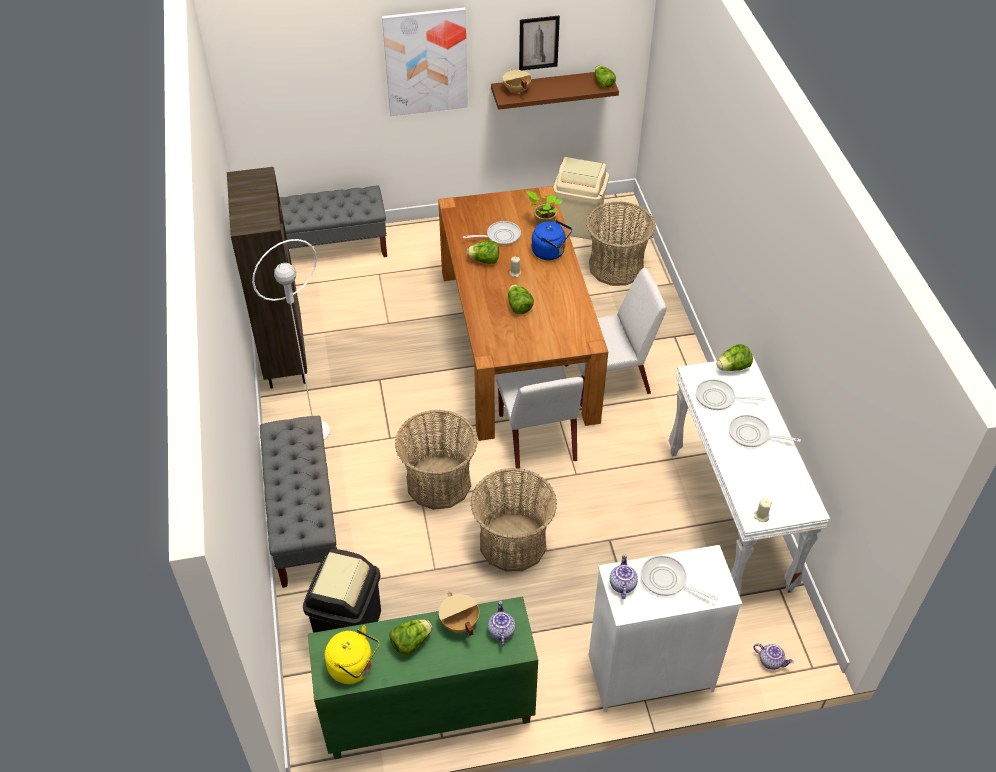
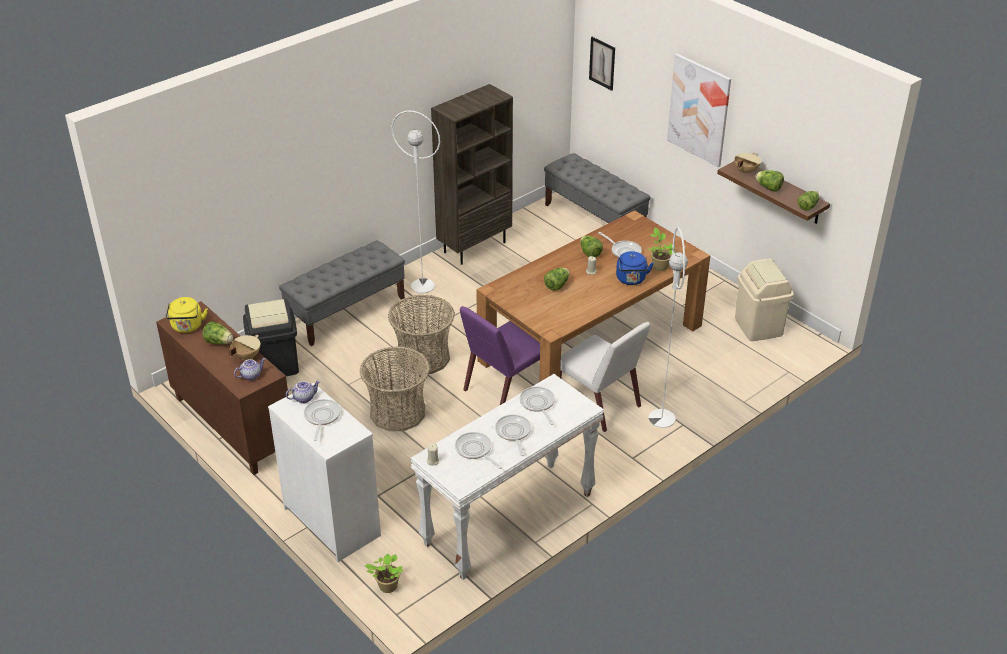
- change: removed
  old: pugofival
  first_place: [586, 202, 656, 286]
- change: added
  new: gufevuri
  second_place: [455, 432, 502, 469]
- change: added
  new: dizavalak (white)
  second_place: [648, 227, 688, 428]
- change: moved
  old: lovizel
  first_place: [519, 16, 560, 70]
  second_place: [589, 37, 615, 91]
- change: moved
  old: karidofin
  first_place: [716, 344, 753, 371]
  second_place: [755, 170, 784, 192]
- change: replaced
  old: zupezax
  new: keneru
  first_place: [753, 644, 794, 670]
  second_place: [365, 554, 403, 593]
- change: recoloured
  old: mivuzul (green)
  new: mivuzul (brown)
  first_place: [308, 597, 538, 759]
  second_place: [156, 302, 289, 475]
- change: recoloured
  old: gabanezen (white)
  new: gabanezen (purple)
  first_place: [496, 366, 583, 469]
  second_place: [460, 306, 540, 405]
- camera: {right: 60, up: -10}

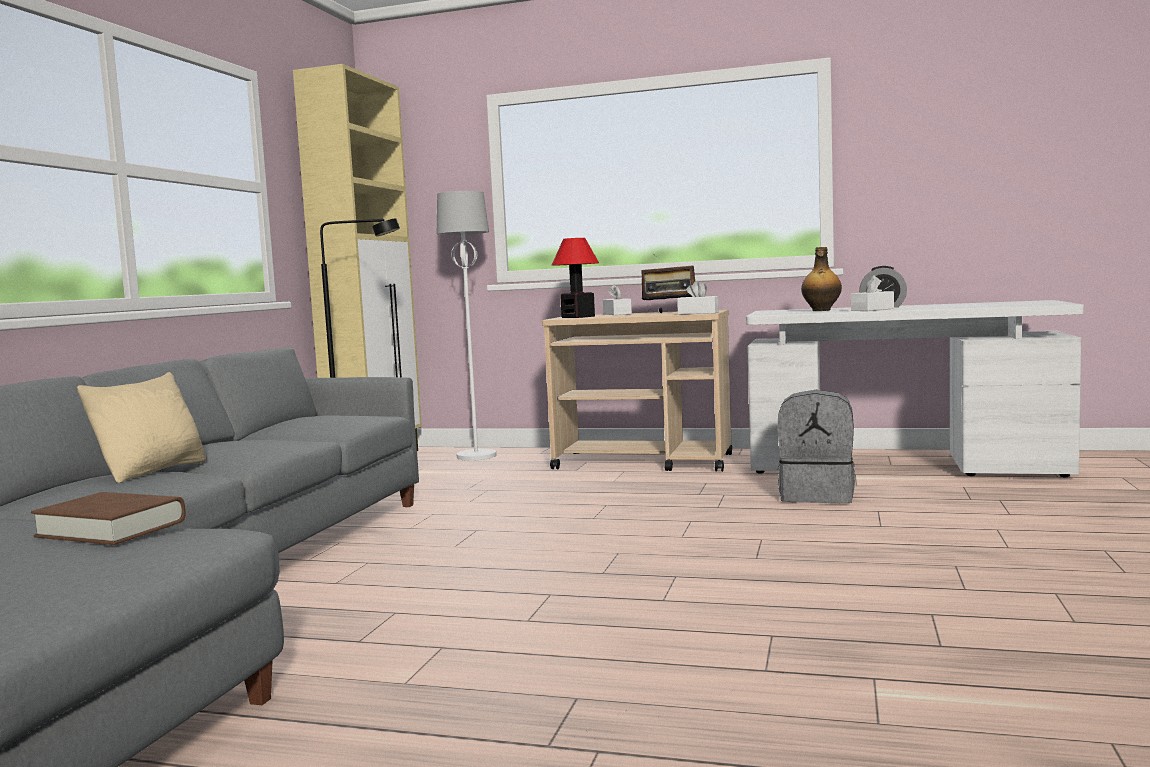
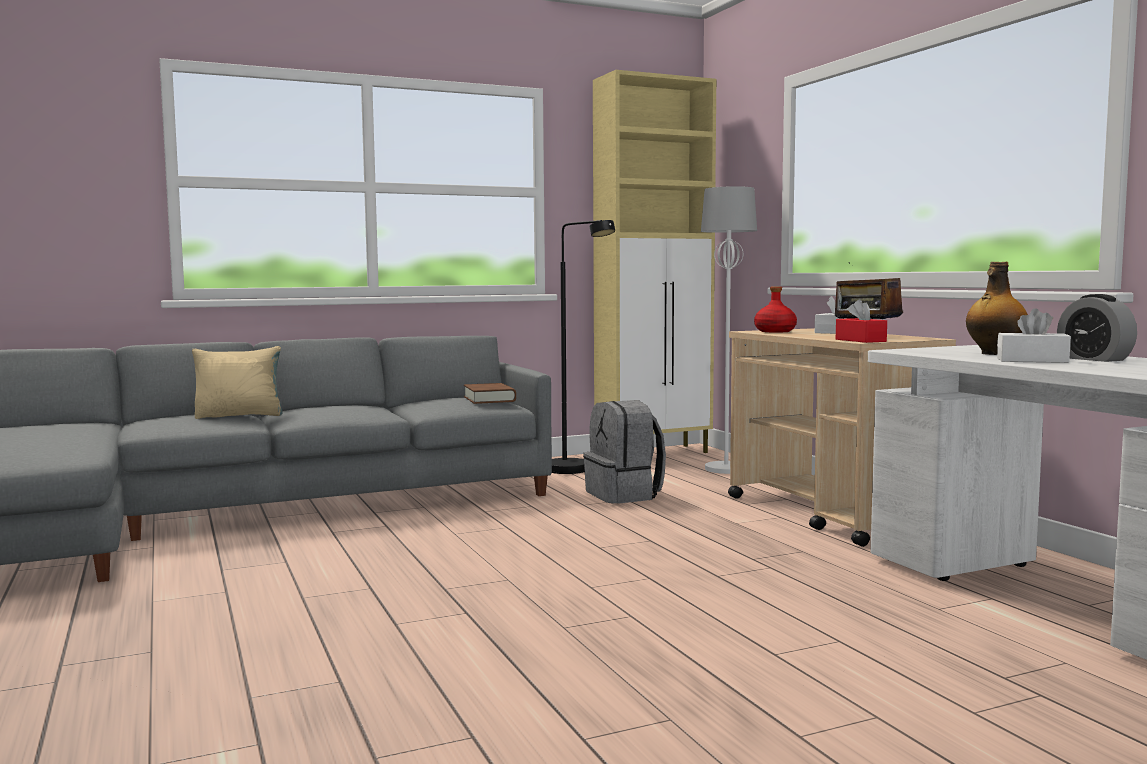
- change: moved
  old: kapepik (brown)
  first_place: [31, 492, 186, 545]
  second_place: [464, 383, 516, 404]
- change: moved
  old: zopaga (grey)
  first_place: [778, 390, 855, 503]
  second_place: [583, 400, 666, 504]
- change: replaced
  old: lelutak
  new: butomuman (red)
  first_place: [551, 238, 599, 318]
  second_place: [754, 286, 797, 333]
- change: recoloured
  old: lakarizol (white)
  new: lakarizol (red)
  first_place: [677, 281, 719, 315]
  second_place: [836, 299, 887, 343]
- camera: {right: 50, up: 0}

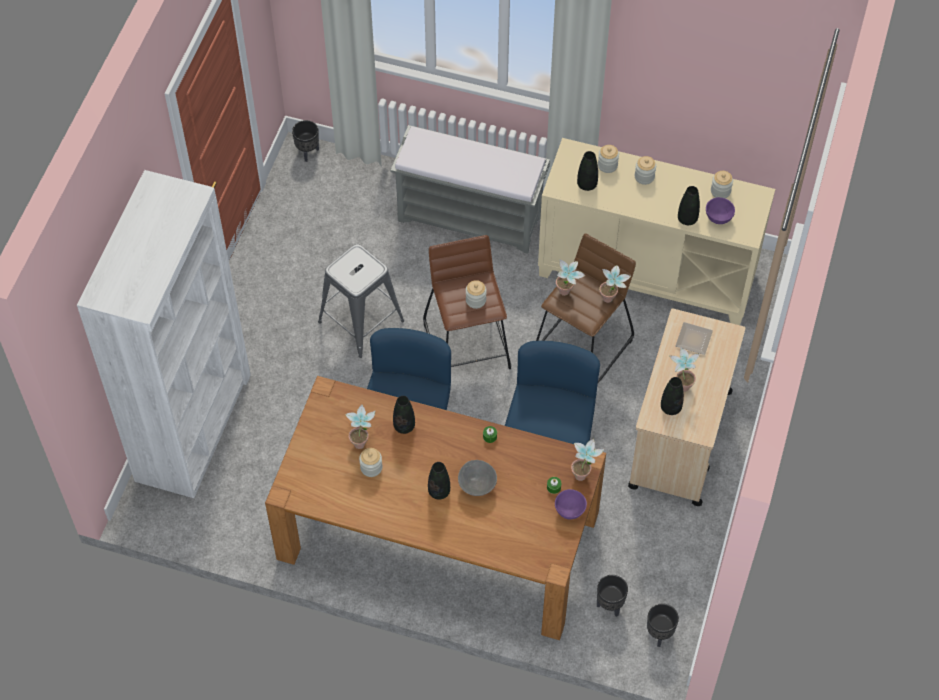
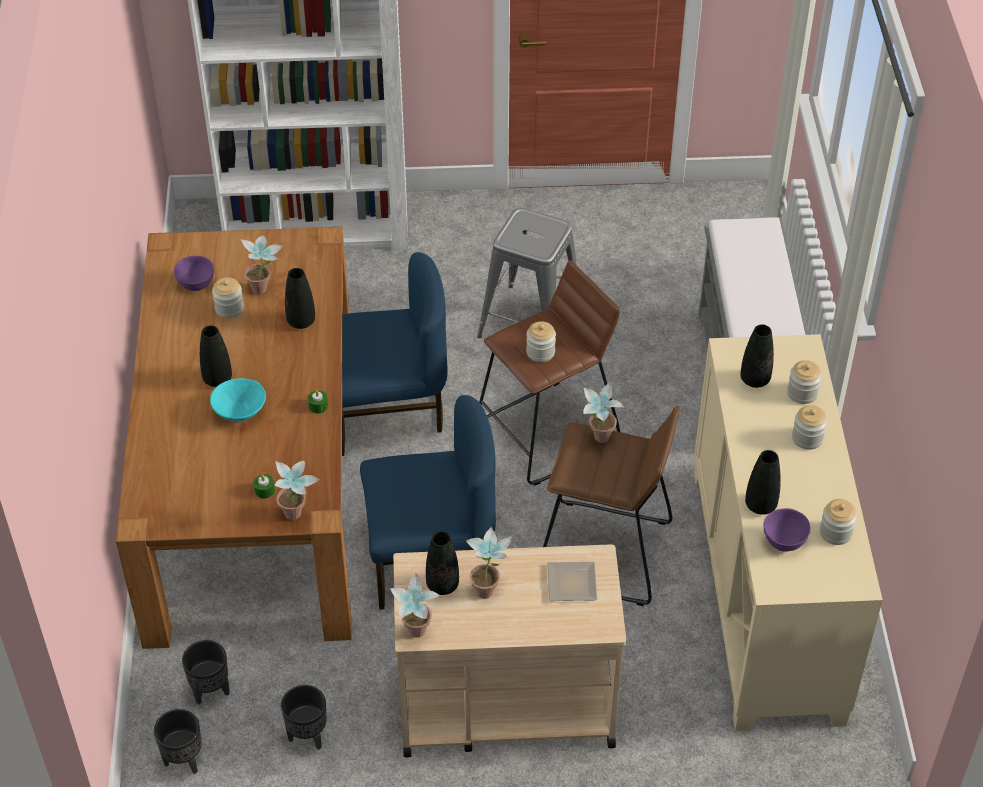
- change: moved
  old: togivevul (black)
  first_place: [292, 120, 319, 162]
  second_place: [281, 685, 326, 750]
- change: moved
  old: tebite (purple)
  first_place: [555, 489, 587, 519]
  second_place: [174, 256, 214, 291]
- change: moved
  old: keneru
  first_place: [599, 265, 631, 303]
  second_place: [390, 573, 440, 638]
- change: recoloured
  old: tebite (grey)
  new: tebite (turquoise)
  first_place: [458, 460, 497, 496]
  second_place: [210, 378, 266, 421]
- camera: {right: 70, up: -10}

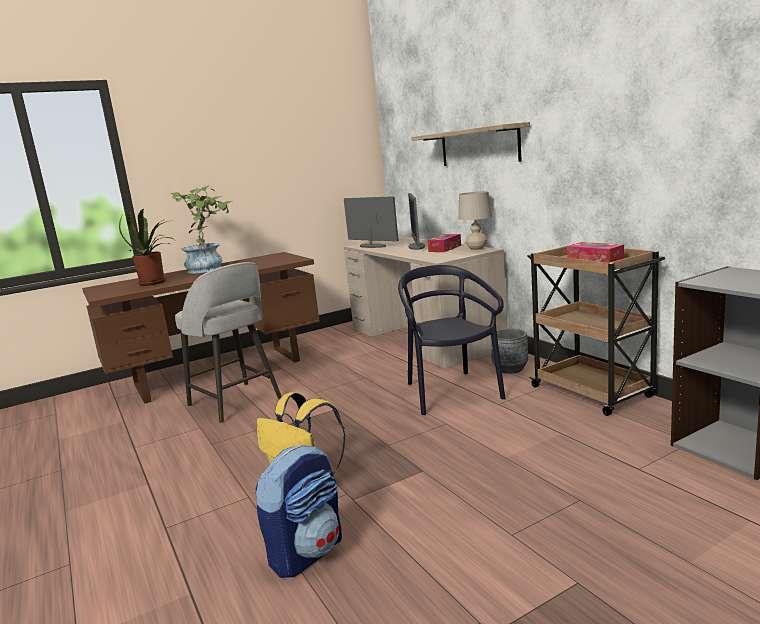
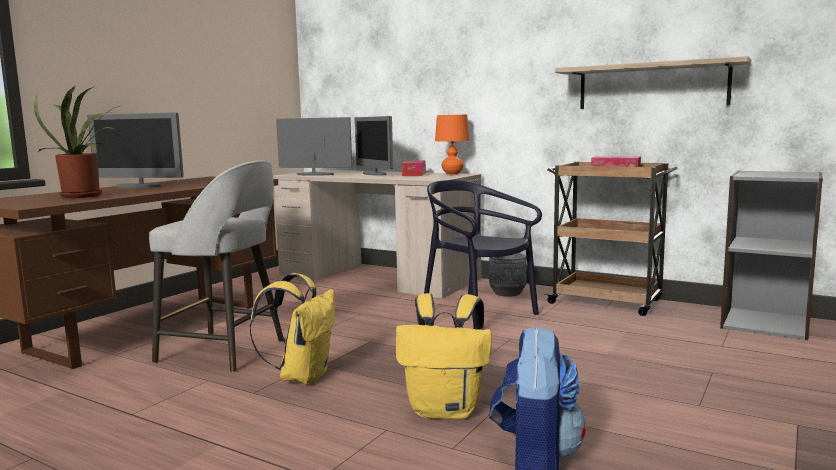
- change: added
  new: zopaga (yellow)
  second_place: [250, 273, 335, 385]
- change: moved
  old: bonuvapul
  first_place: [411, 122, 530, 166]
  second_place: [555, 56, 752, 109]
- change: replaced
  old: keneru
  new: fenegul
  first_place: [170, 186, 232, 274]
  second_place: [88, 112, 184, 188]
- change: recoloured
  old: lelutak (beige)
  new: lelutak (orange)
  first_place: [458, 191, 492, 250]
  second_place: [435, 115, 470, 175]
- camera: {right: -30, up: -5}

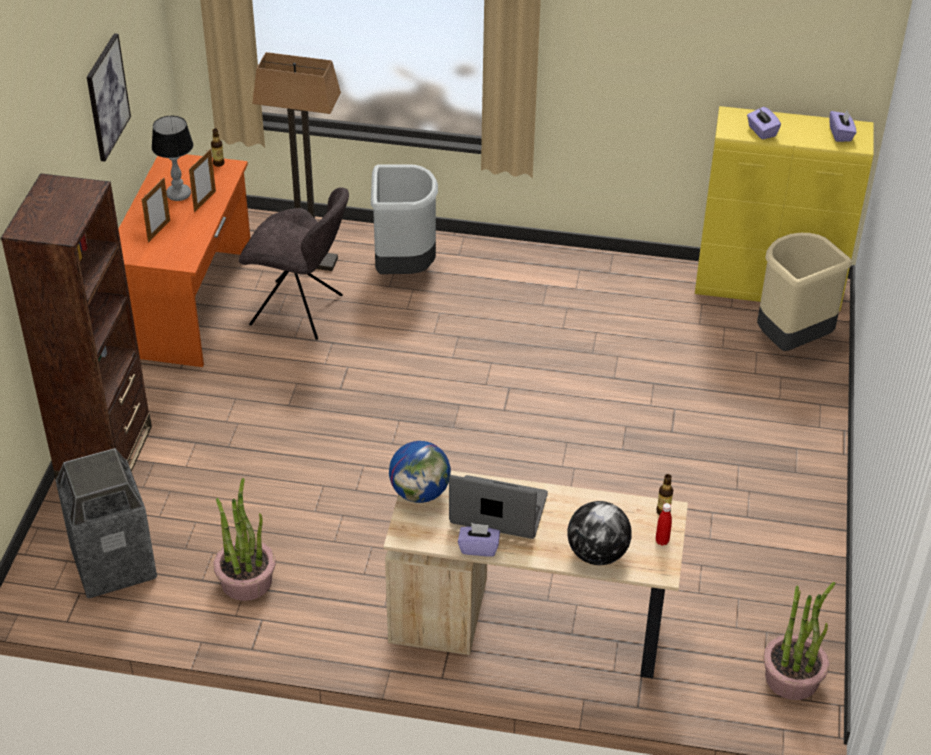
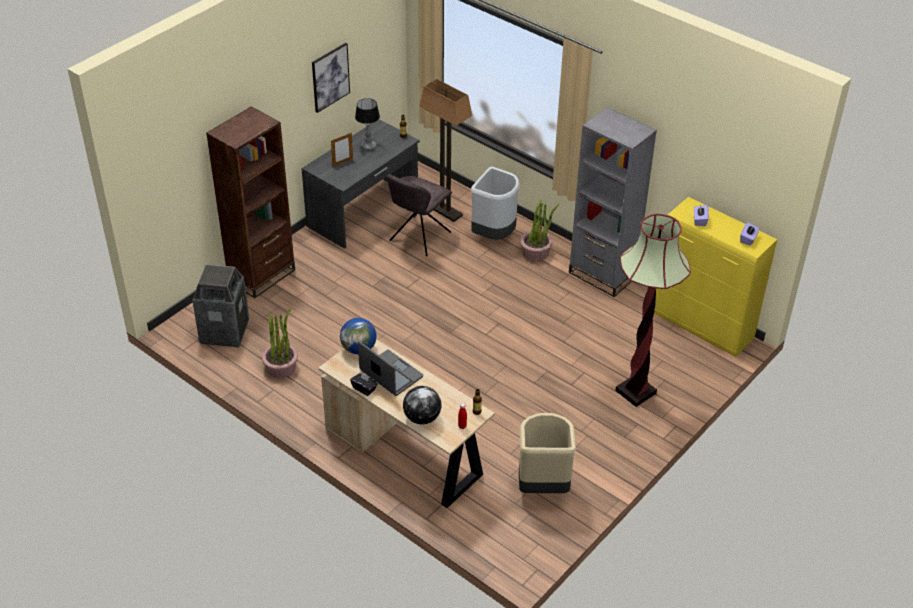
- change: removed
  old: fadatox
  first_place: [189, 149, 216, 212]
- change: added
  new: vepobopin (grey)
  second_place: [569, 107, 657, 297]
- change: added
  new: dizavalak
  second_place: [615, 214, 691, 407]
- change: moved
  old: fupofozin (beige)
  first_place: [757, 233, 852, 351]
  second_place: [519, 413, 576, 493]
- change: moved
  old: keneru
  first_place: [763, 582, 835, 700]
  second_place: [520, 199, 559, 261]
- change: recoloured
  old: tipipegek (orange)
  new: tipipegek (grey)
  first_place: [119, 154, 250, 367]
  second_place: [301, 119, 420, 249]
- change: recoloured
  old: lakarizol (purple)
  new: lakarizol (black)
  first_place: [458, 523, 500, 557]
  second_place: [350, 373, 378, 396]
- change: turned
  old: gabanezen (grey)
  first_place: [239, 187, 349, 340]
  second_place: [387, 174, 452, 256]
  degrees: 75
- camera: {right: 30, up: 0}

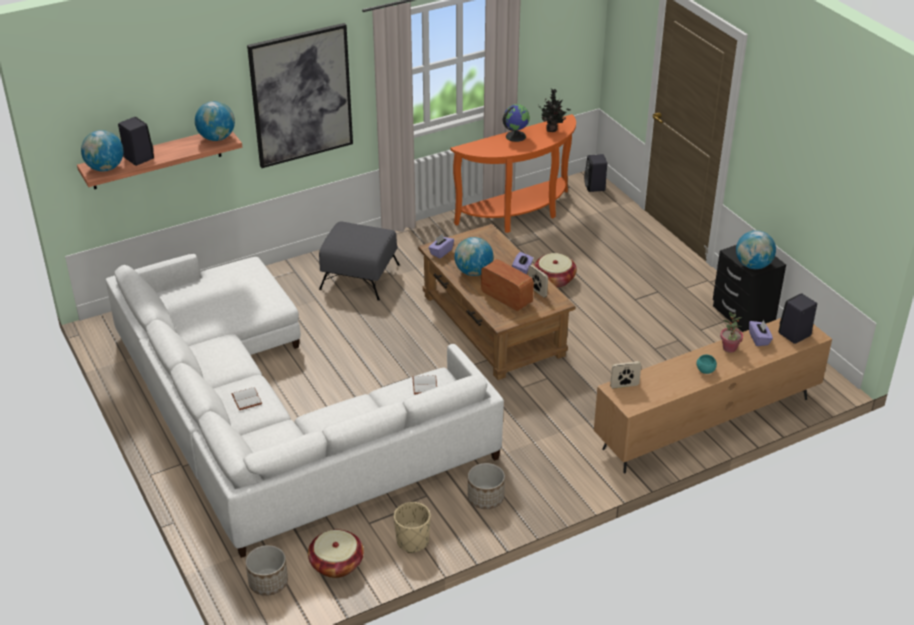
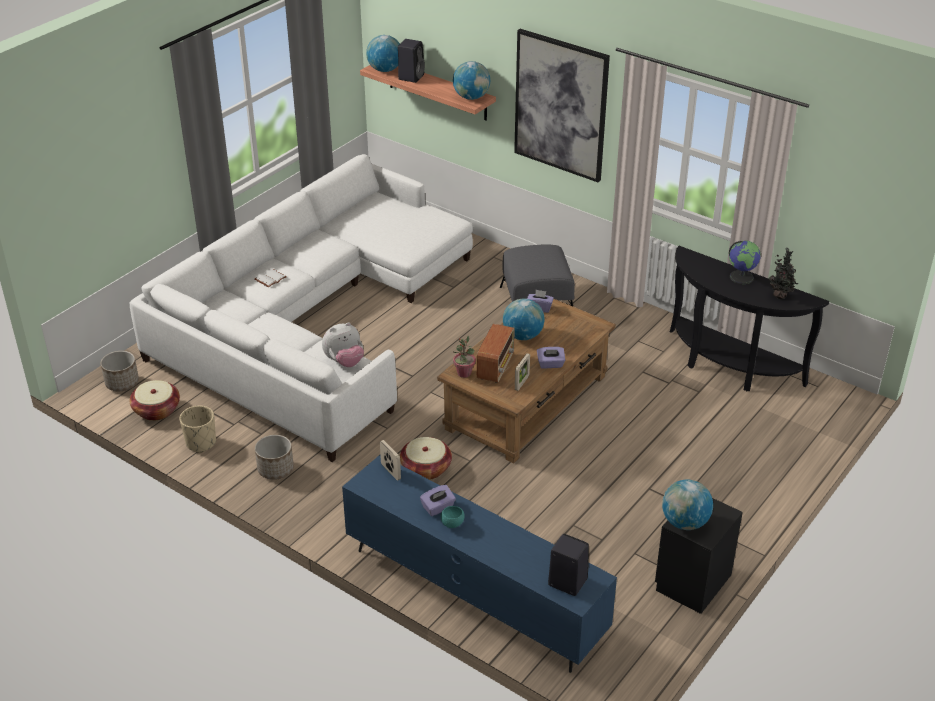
- change: removed
  old: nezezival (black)
  first_place: [584, 154, 607, 192]
- change: moved
  old: pugofival
  first_place: [534, 253, 577, 288]
  second_place: [400, 437, 452, 480]
- change: moved
  old: keneru
  first_place: [720, 312, 743, 353]
  second_place: [453, 336, 476, 378]
- change: moved
  old: lakarizol (purple)
  first_place: [749, 320, 773, 346]
  second_place: [420, 485, 456, 516]
- change: replaced
  old: kapepik (white)
  new: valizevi
  first_place: [412, 375, 437, 394]
  second_place: [322, 322, 364, 367]
- change: recoloured
  old: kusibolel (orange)
  new: kusibolel (black)
  first_place: [451, 114, 576, 233]
  second_place: [670, 246, 829, 391]
- change: recoloured
  old: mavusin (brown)
  new: mavusin (blue)
  first_place: [594, 318, 832, 474]
  second_place: [342, 455, 617, 673]
- camera: {right: 65, up: 0}

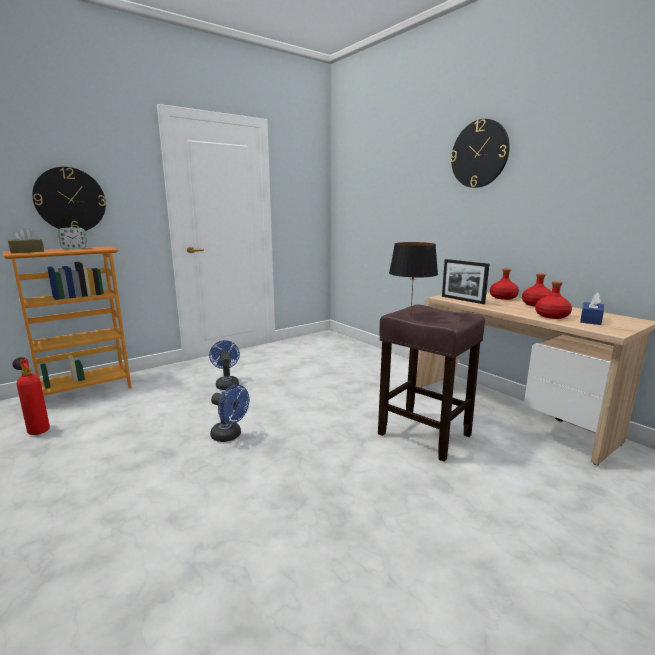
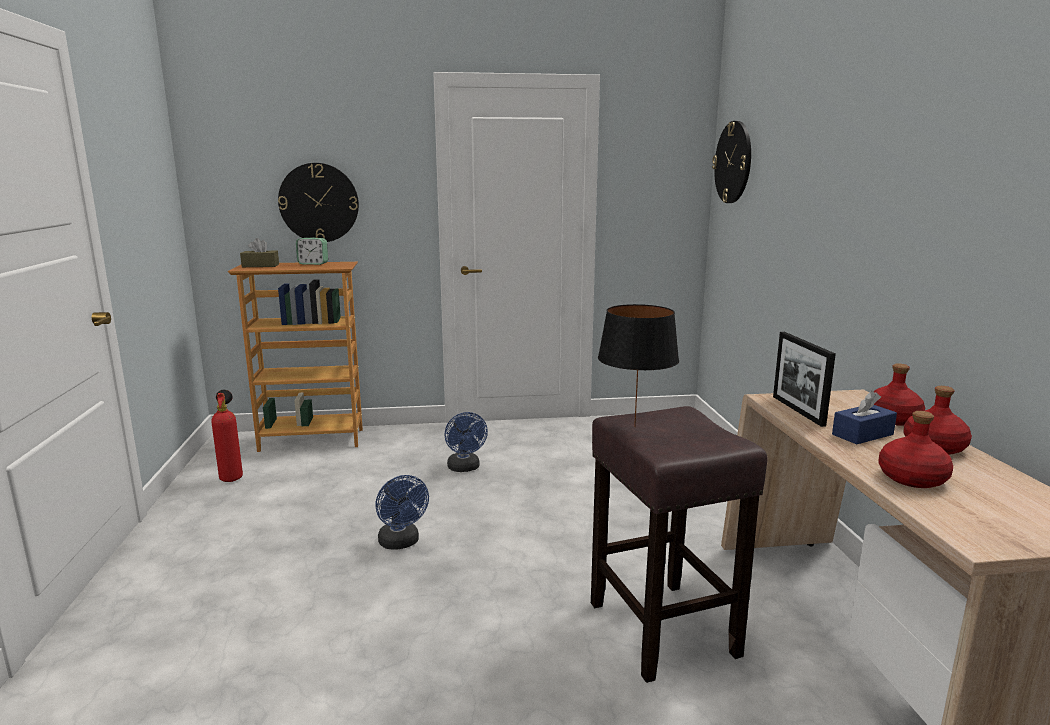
- change: moved
  old: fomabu
  first_place: [450, 119, 510, 188]
  second_place: [712, 121, 751, 203]
- change: moved
  old: lakarizol (blue)
  first_place: [580, 293, 604, 325]
  second_place: [832, 391, 897, 444]
- change: turned
  old: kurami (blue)
  first_place: [209, 340, 240, 390]
  second_place: [445, 412, 488, 472]
  degrees: 150
- camera: {right: 30, up: 0}

